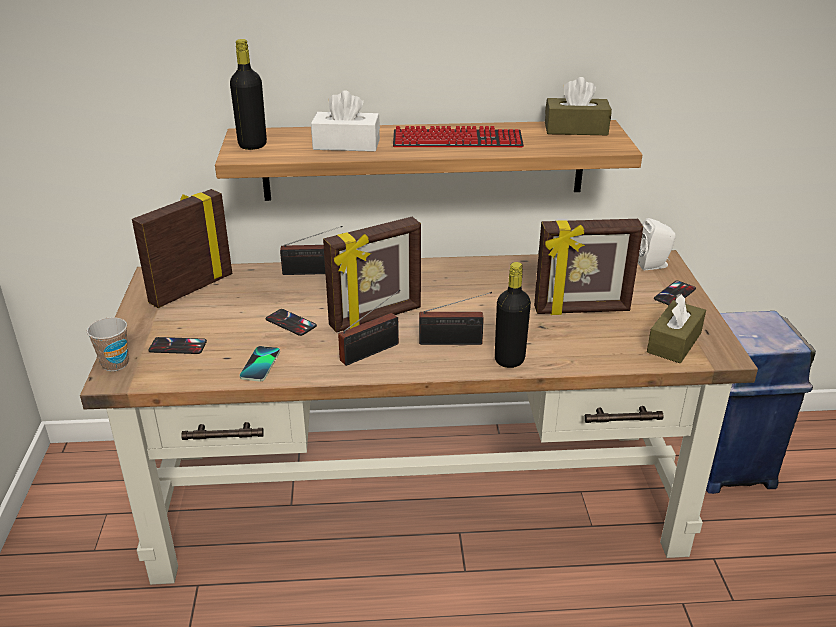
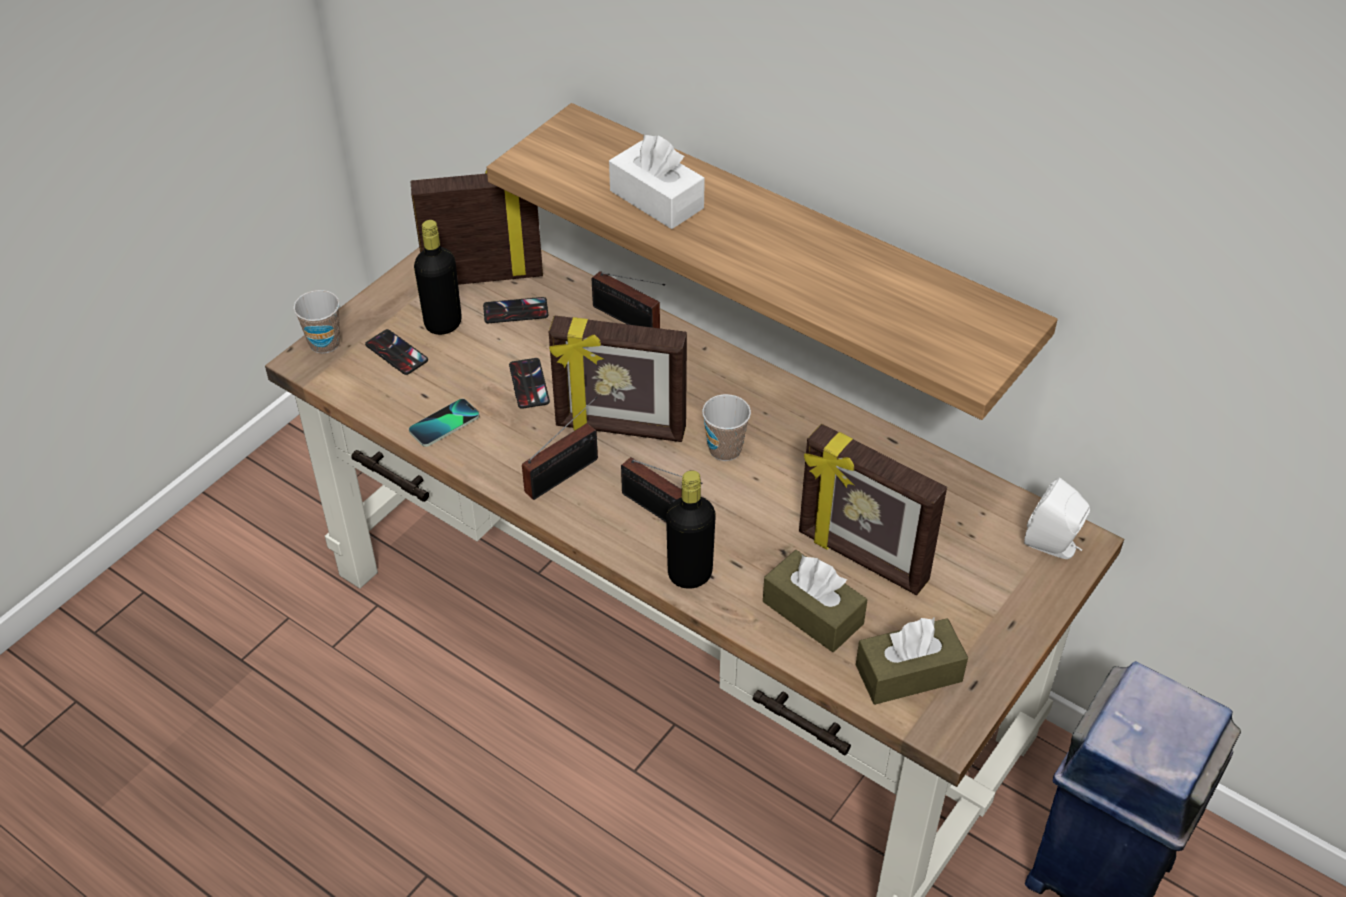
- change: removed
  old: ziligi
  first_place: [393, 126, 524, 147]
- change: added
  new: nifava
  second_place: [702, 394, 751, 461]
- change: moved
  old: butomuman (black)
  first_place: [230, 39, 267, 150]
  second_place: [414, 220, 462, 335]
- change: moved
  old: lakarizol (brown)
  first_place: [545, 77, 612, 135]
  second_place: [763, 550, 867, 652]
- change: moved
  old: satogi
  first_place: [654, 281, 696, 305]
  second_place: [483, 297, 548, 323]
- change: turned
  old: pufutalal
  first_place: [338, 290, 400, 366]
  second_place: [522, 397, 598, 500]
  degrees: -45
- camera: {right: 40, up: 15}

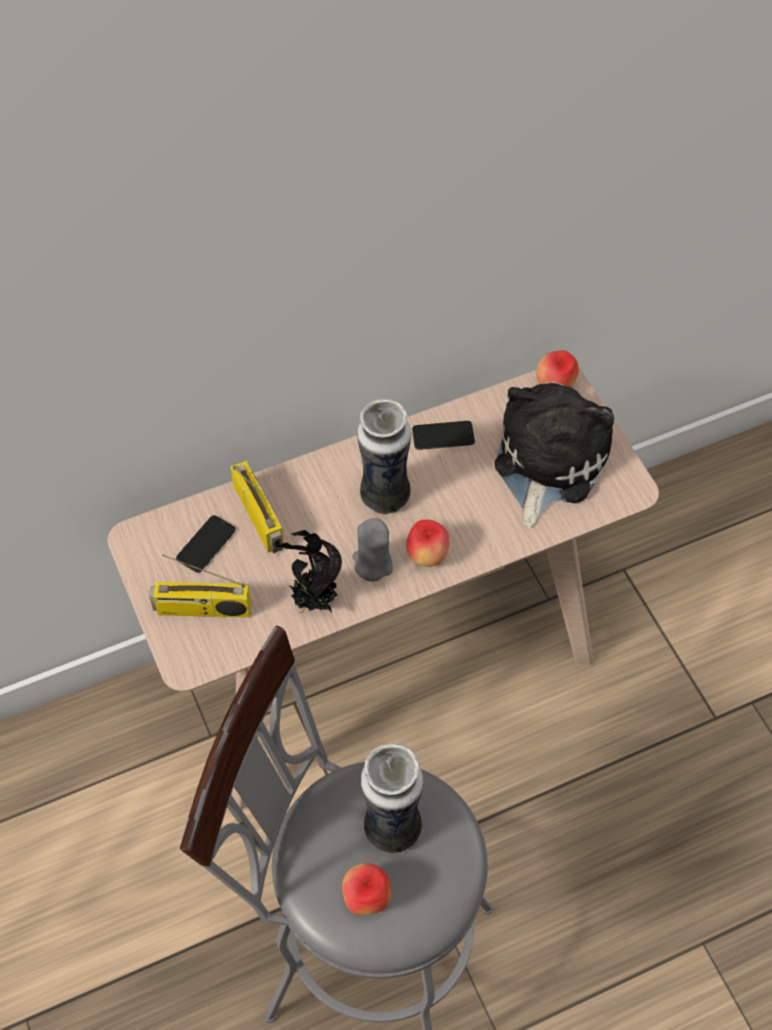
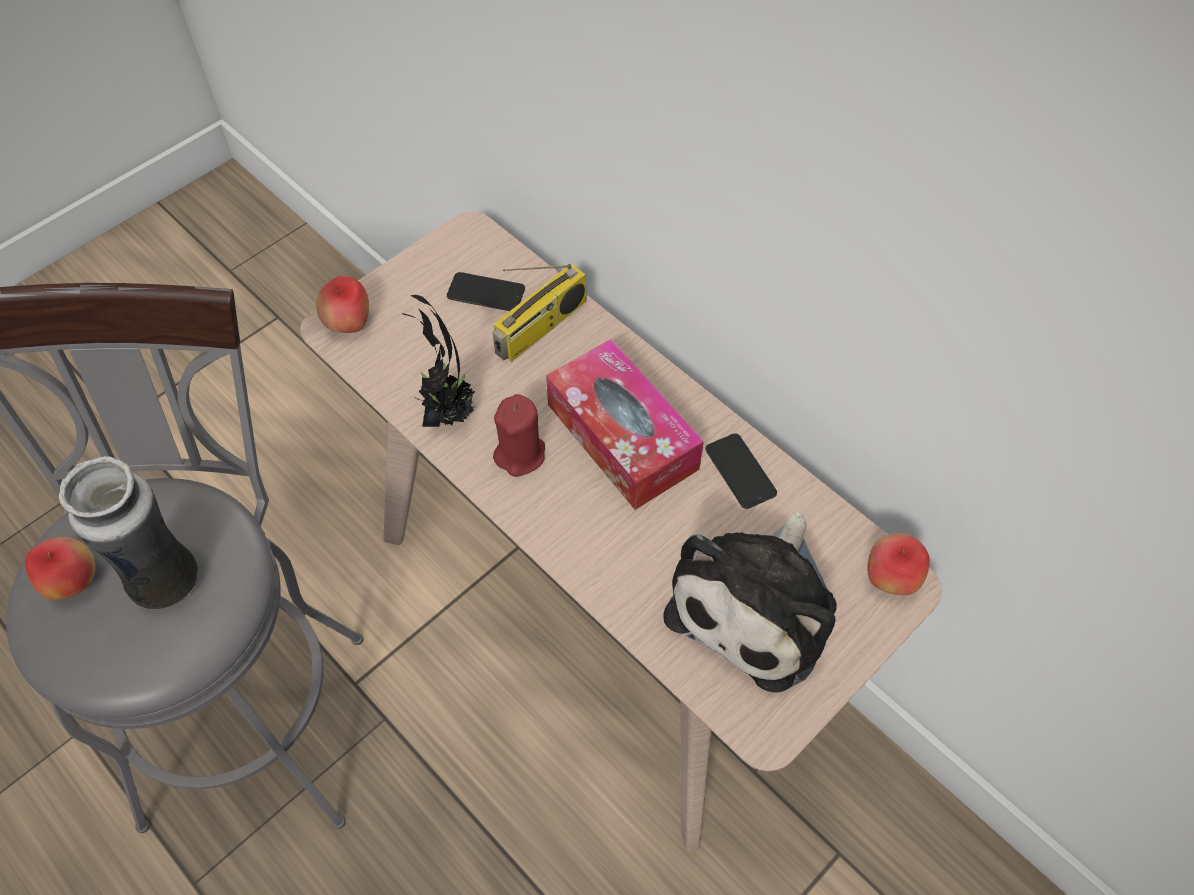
- change: removed
  old: pufutalal
  first_place: [149, 554, 251, 618]
- change: moved
  old: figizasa
  first_place: [406, 520, 450, 567]
  second_place: [316, 276, 369, 333]
- change: replaced
  old: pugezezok
  new: lakarizol
  first_place: [357, 399, 411, 514]
  second_place: [546, 339, 704, 510]
- change: recoloured
  old: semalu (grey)
  new: semalu (red)
  first_place: [352, 518, 393, 582]
  second_place: [493, 394, 545, 477]
- change: turned
  old: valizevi
  first_place: [494, 382, 614, 528]
  second_place: [663, 512, 837, 692]
  degrees: 120
- camera: {right: 70, up: 0}

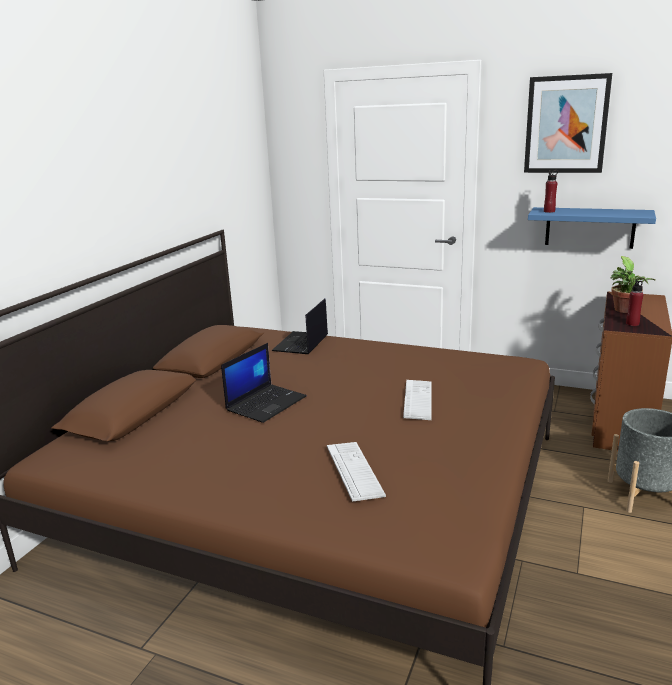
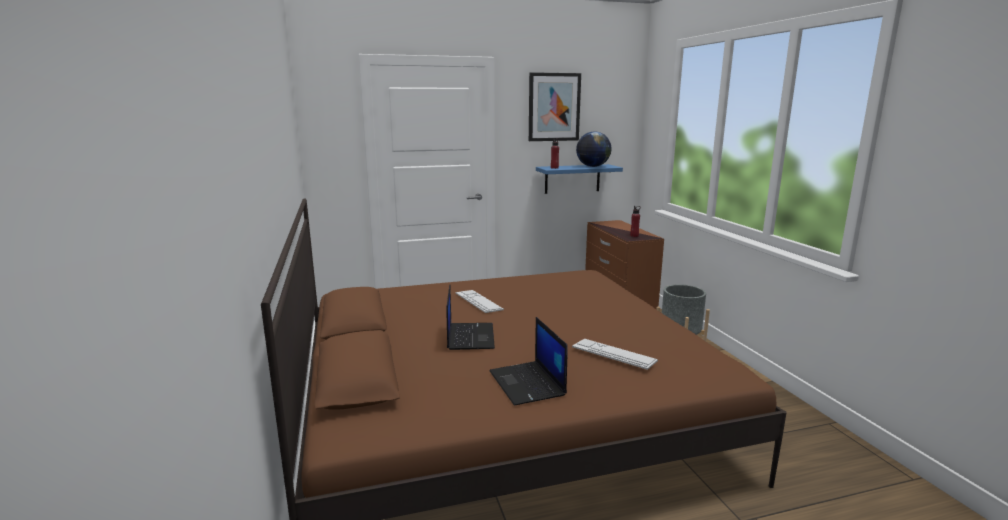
- change: removed
  old: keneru
  first_place: [611, 256, 656, 313]
- change: added
  new: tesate
  second_place: [576, 131, 612, 167]
- change: moved
  old: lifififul
  first_place: [272, 298, 328, 354]
  second_place: [489, 317, 568, 406]
- change: moved
  old: ziligi
  first_place: [403, 380, 432, 420]
  second_place: [456, 290, 504, 313]
- camera: {right: -40, up: -5}

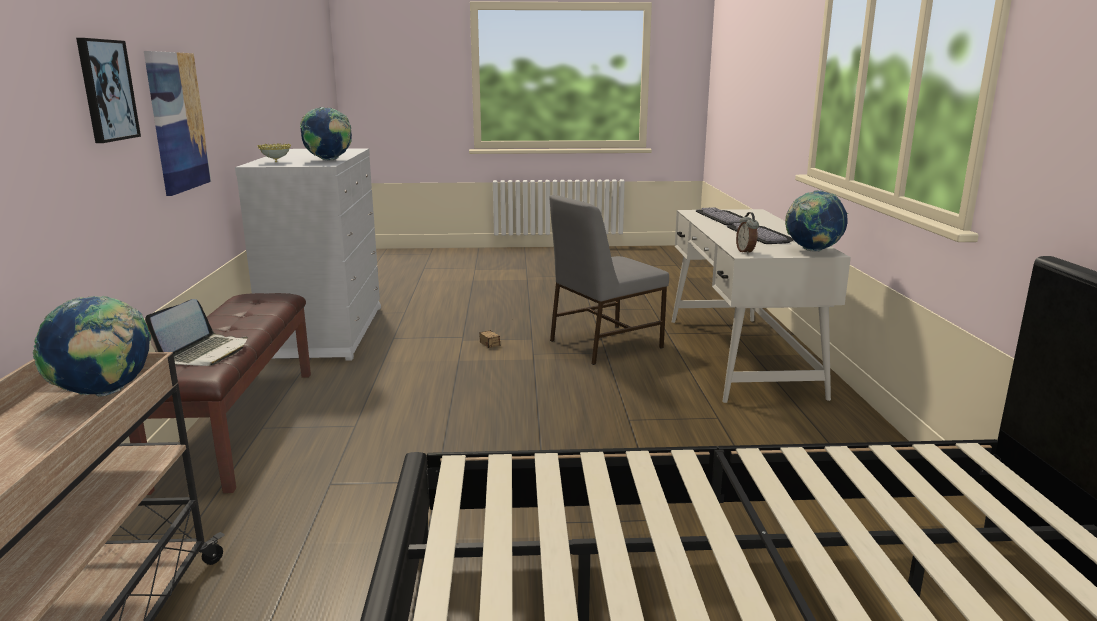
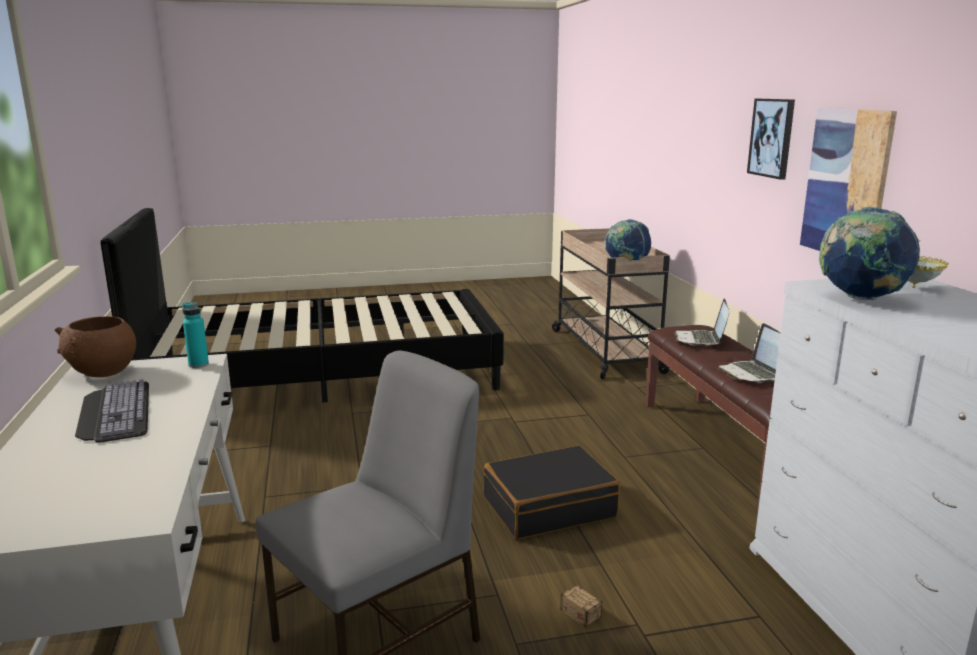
- change: removed
  old: ziligi
  first_place: [696, 207, 743, 225]
- change: added
  new: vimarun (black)
  second_place: [484, 445, 620, 539]
- change: added
  new: lifififul
  second_place: [718, 323, 780, 383]
- change: replaced
  old: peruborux
  new: butomuman (turquoise)
  first_place: [736, 212, 759, 254]
  second_place: [182, 302, 209, 368]
- change: replaced
  old: tesate
  new: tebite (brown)
  first_place: [785, 190, 848, 251]
  second_place: [54, 316, 136, 377]
- camera: {right: 170, up: 0}

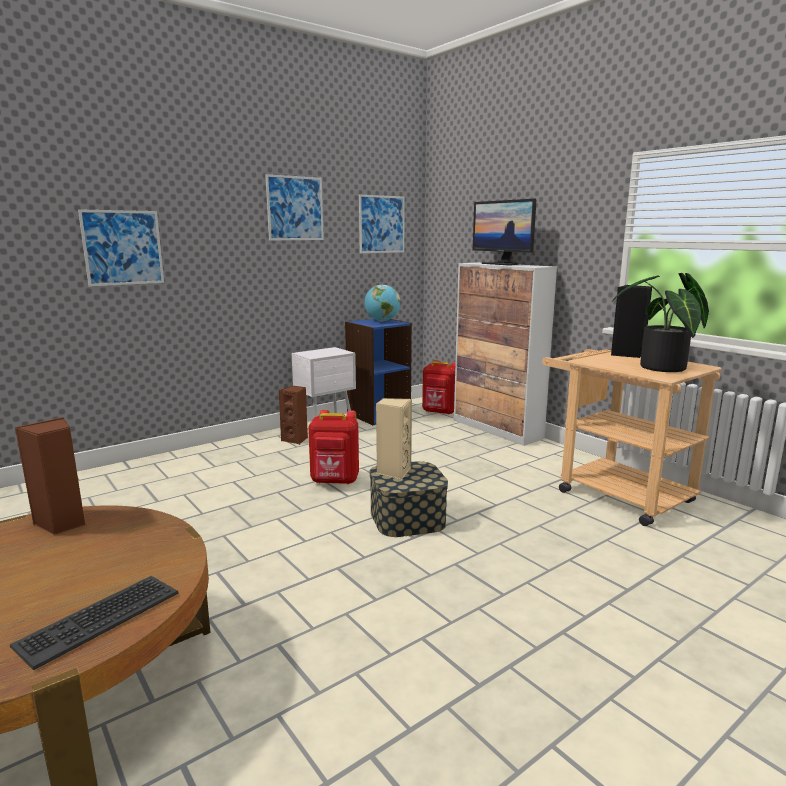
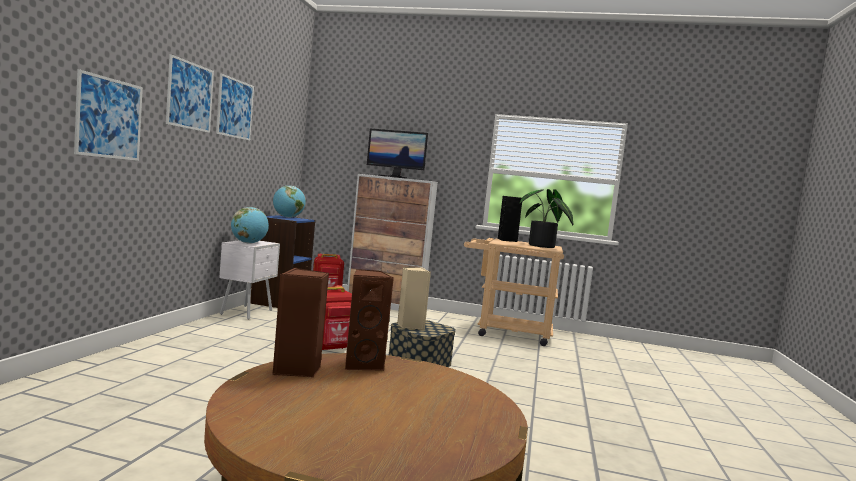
- change: removed
  old: ziligi
  first_place: [10, 576, 179, 670]
- change: added
  new: tesate
  second_place: [231, 207, 269, 244]
- change: moved
  old: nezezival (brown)
  first_place: [279, 386, 308, 444]
  second_place: [345, 269, 394, 371]
- change: moved
  old: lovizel
  first_place: [359, 195, 405, 253]
  second_place: [166, 54, 214, 133]
- camera: {right: -40, up: -10}

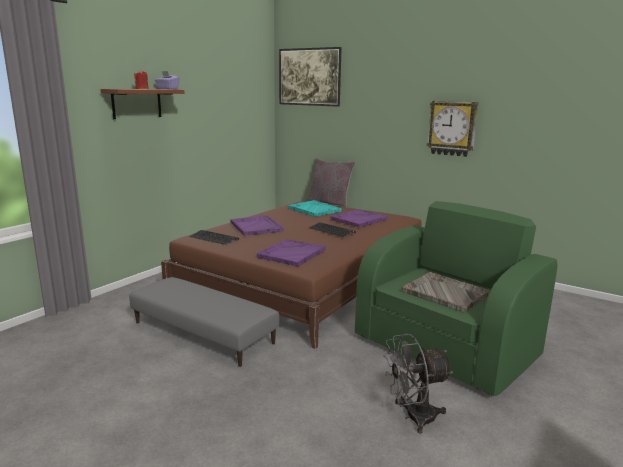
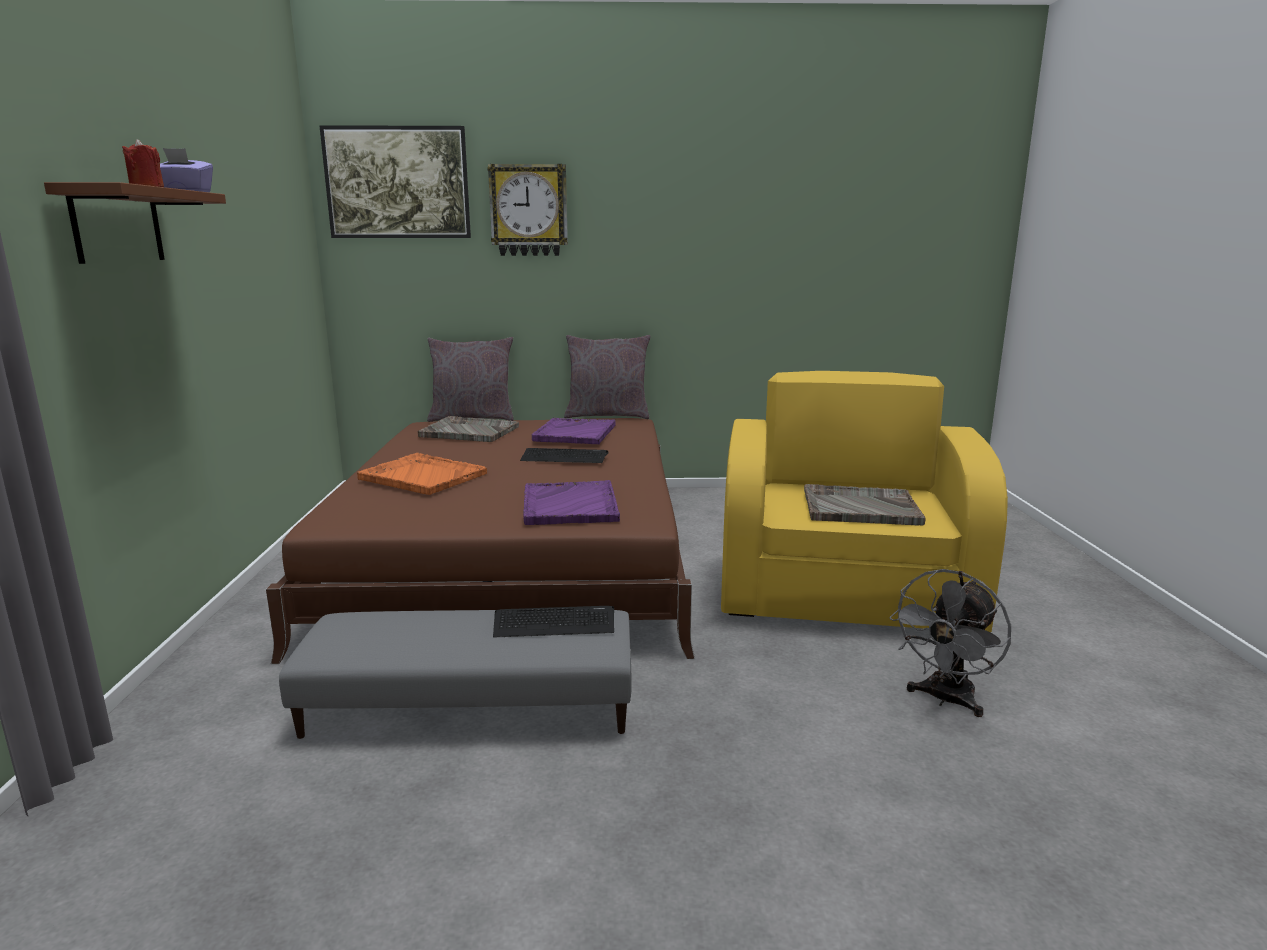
- change: added
  new: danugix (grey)
  second_place: [564, 335, 651, 419]
- change: moved
  old: ziligi
  first_place: [189, 230, 239, 245]
  second_place: [493, 606, 614, 638]
- change: moved
  old: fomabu
  first_place: [427, 101, 479, 157]
  second_place: [487, 164, 568, 256]
- change: recoloured
  old: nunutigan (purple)
  new: nunutigan (orange)
  first_place: [230, 215, 284, 235]
  second_place: [357, 453, 487, 495]
- change: recoloured
  old: nunutigan (turquoise)
  new: nunutigan (grey)
  first_place: [288, 200, 342, 217]
  second_place: [417, 416, 519, 442]
- change: recoloured
  old: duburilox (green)
  new: duburilox (yellow)
  first_place: [355, 201, 558, 396]
  second_place: [721, 371, 1008, 632]
- camera: {right: -35, up: 0}

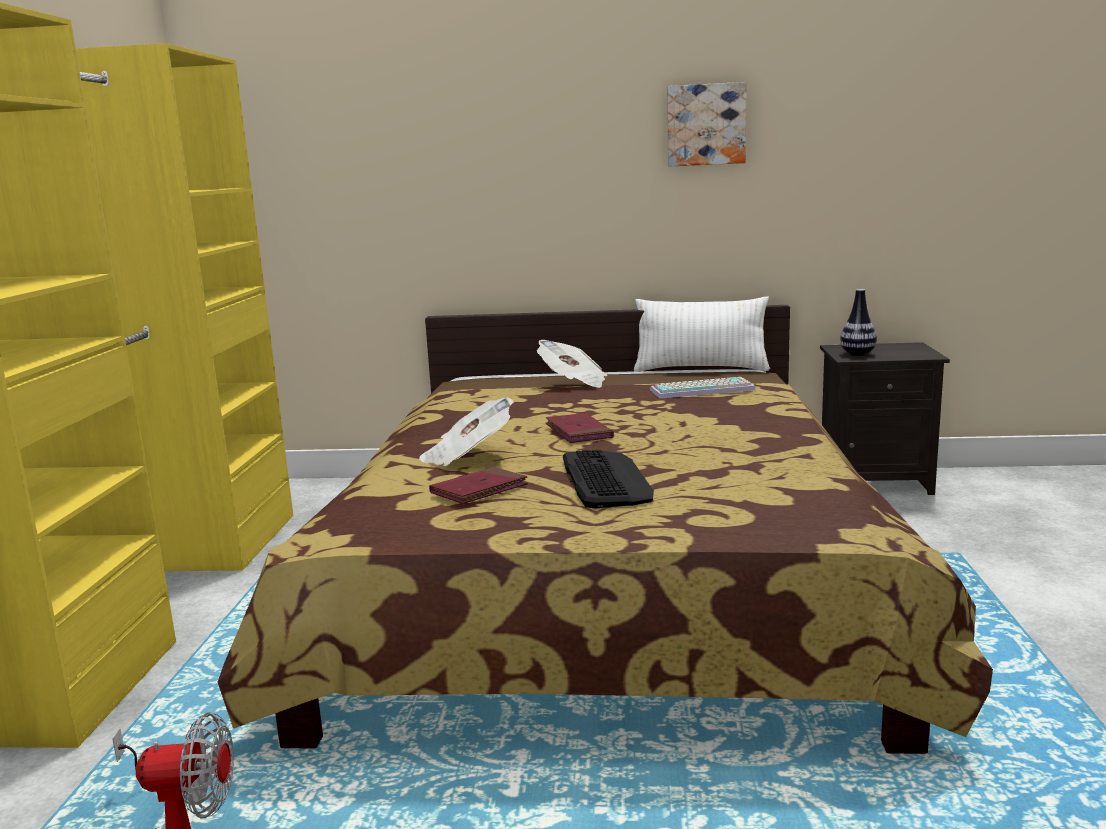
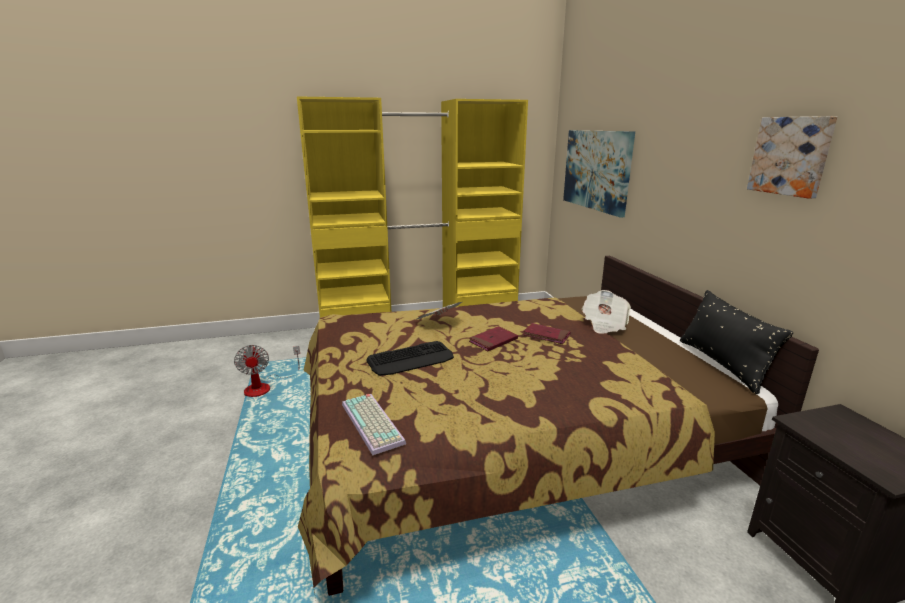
- change: removed
  old: pugezezok
  first_place: [840, 289, 877, 356]
- change: added
  new: lovizel
  second_place: [563, 130, 635, 218]
- change: moved
  old: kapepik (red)
  first_place: [429, 467, 528, 504]
  second_place: [523, 323, 571, 344]
- change: moved
  old: ziligi
  first_place: [650, 377, 756, 399]
  second_place: [342, 394, 406, 455]
- change: recoloured
  old: danugix (white)
  new: danugix (black)
  first_place: [633, 297, 770, 372]
  second_place: [680, 290, 794, 394]
- camera: {right: 70, up: 5}

